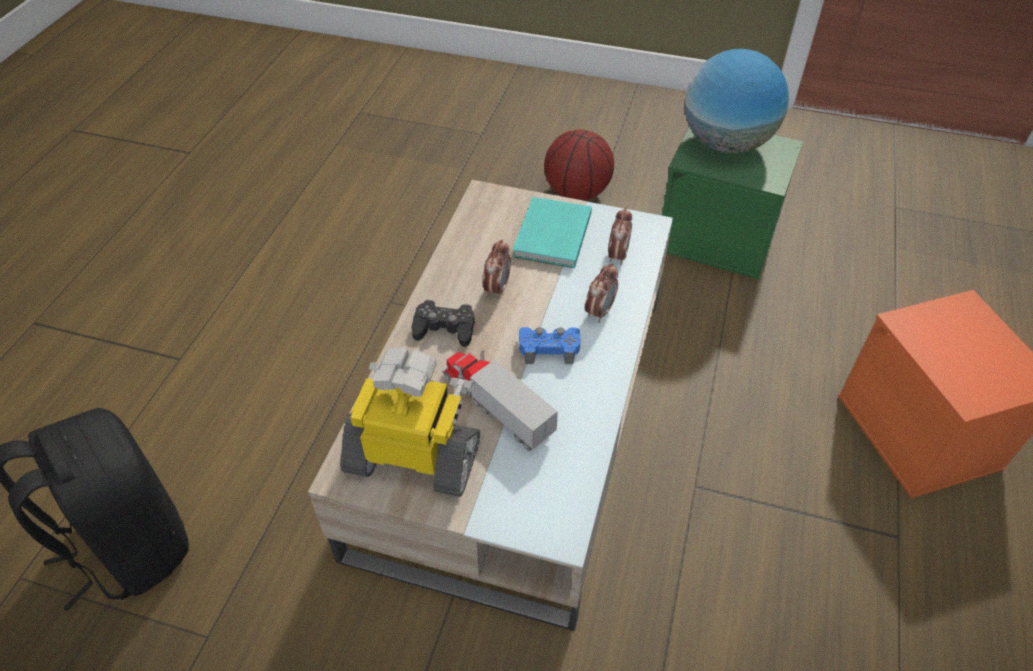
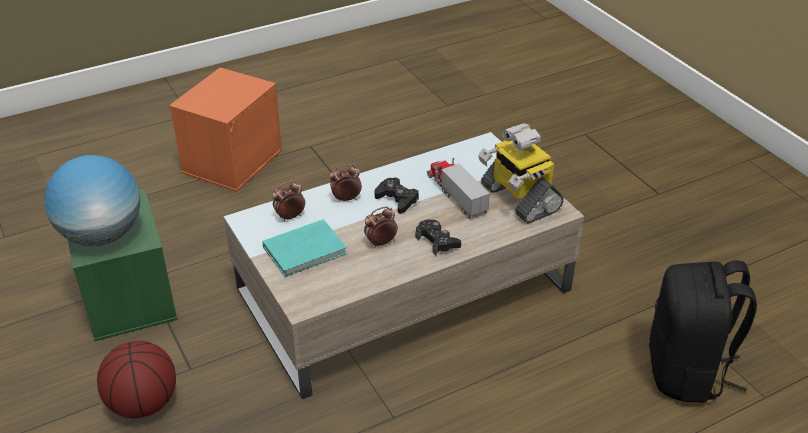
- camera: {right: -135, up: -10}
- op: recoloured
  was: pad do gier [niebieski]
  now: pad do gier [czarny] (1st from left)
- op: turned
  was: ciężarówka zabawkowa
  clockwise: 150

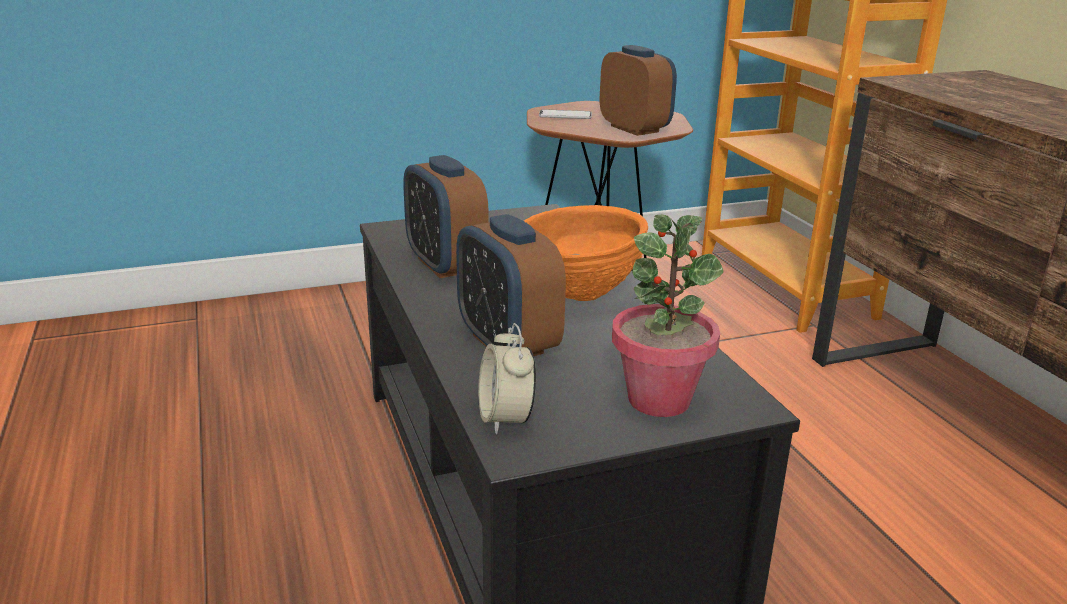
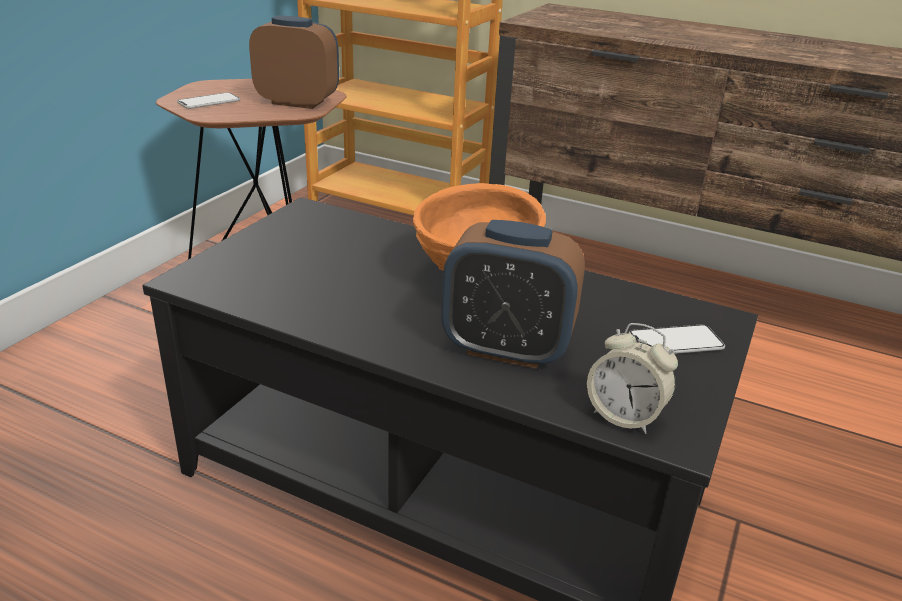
- camera: {right: -45, up: 5}
- op: removed
  was: budzik (1st from left)
- op: replaced
  was: roślina doniczkowa
  now: telefon (2nd from left)

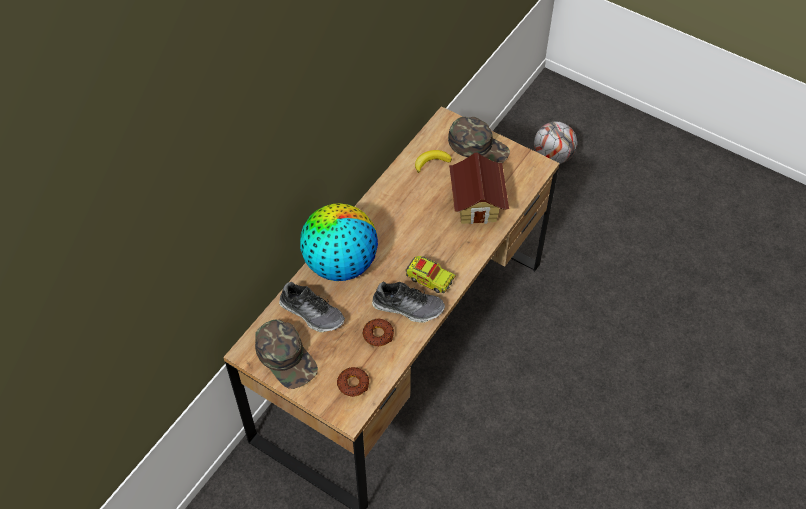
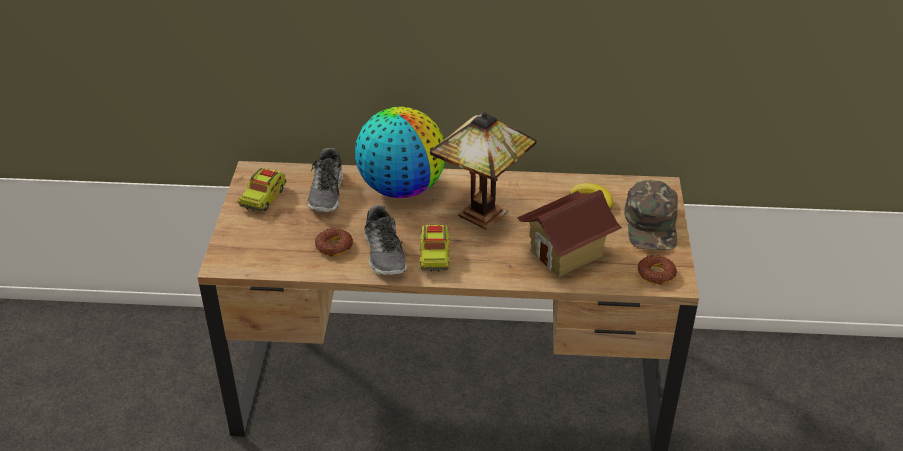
- camera: {right: 60, up: -15}
- op: removed
  was: piłka futbolowa
- op: added
  now: lampa stołowa
- op: moved
  was: donut (1st from left in the first image)
  now: donut (2nd from left)
- op: replaced
  was: czapka z daszkiem [zielony] (1st from left)
  now: ciężarówka zabawkowa (1st from left)

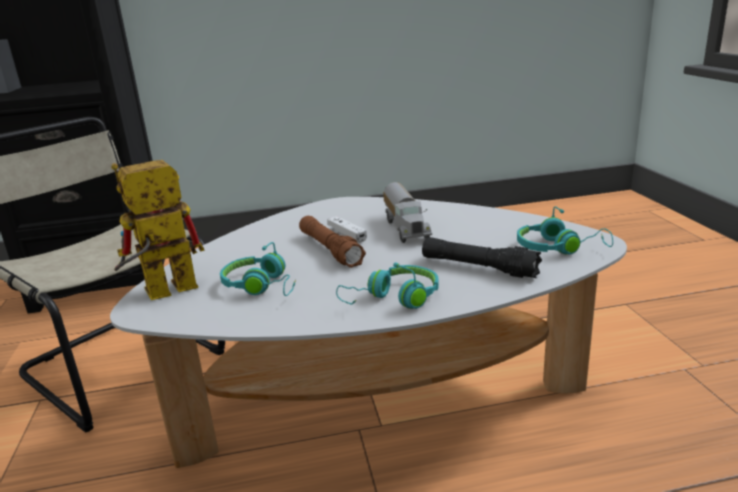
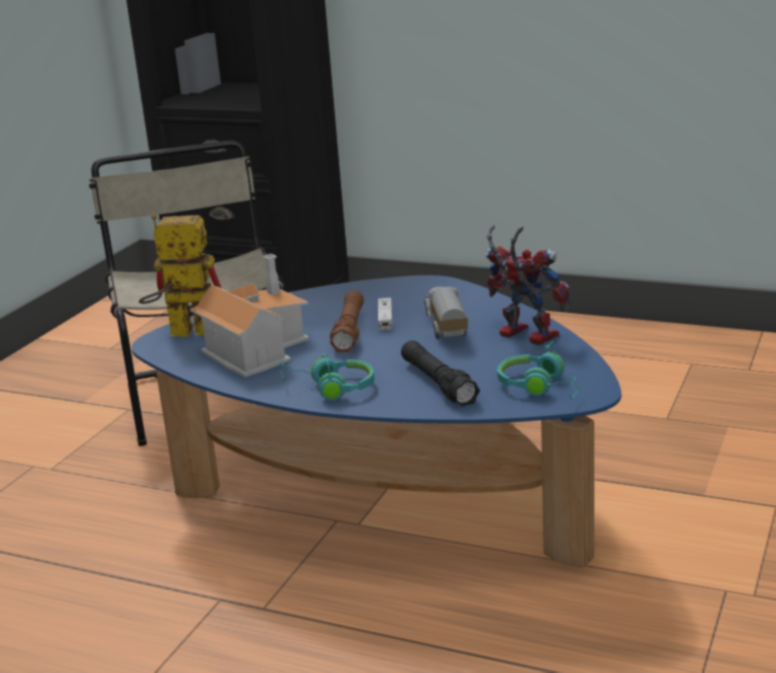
- camera: {right: 35, up: 0}
- op: added
  now: robot zabawkowy (2nd from left)
- op: replaced
  was: słuchawki [turkusowy] (1st from left)
  now: domek
- op: recoloured
  was: ława [biały]
  now: ława [niebieski]
- op: turned
  was: ciężarówka zabawkowa
  clockwise: 150

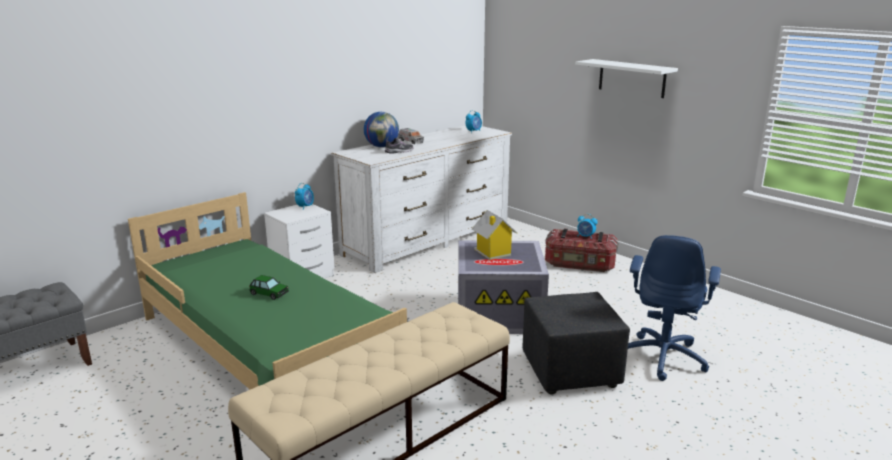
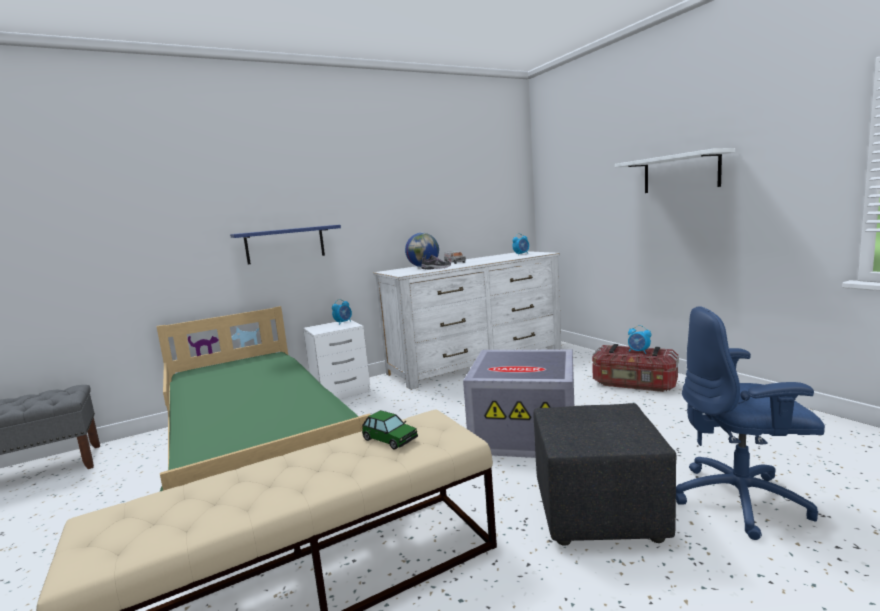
- camera: {right: 15, up: -10}
- op: removed
  was: domek
- op: added
  now: półka [niebieski]
- op: moved
  was: samochodzik
- op: turned
  was: krzesło biurowe [niebieski]
  clockwise: 60

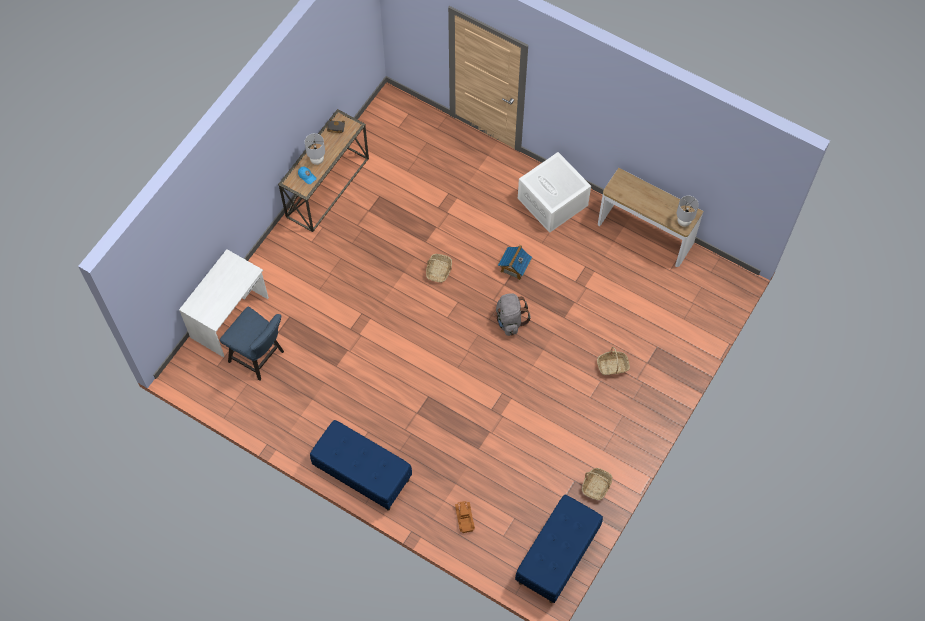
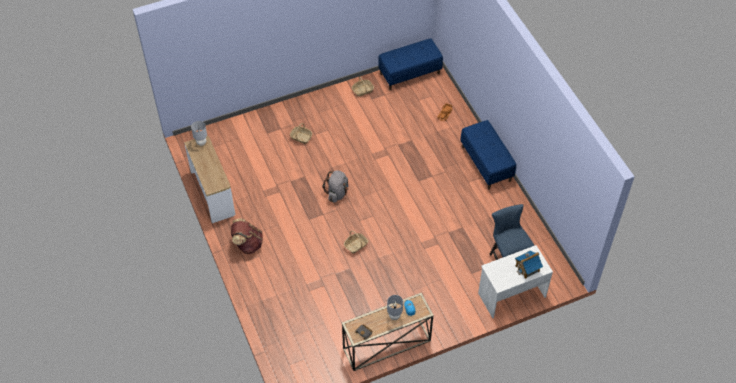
- camera: {right: -145, up: -10}
- op: moved
  was: domek
- op: replaced
  was: pojemnik do przechowywania [biały]
  now: plecak [brązowy]

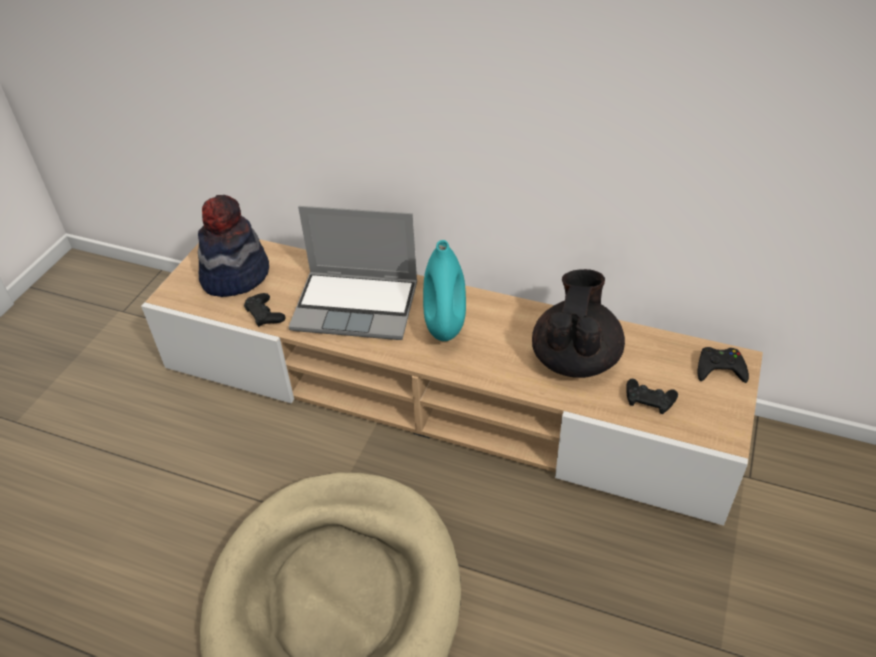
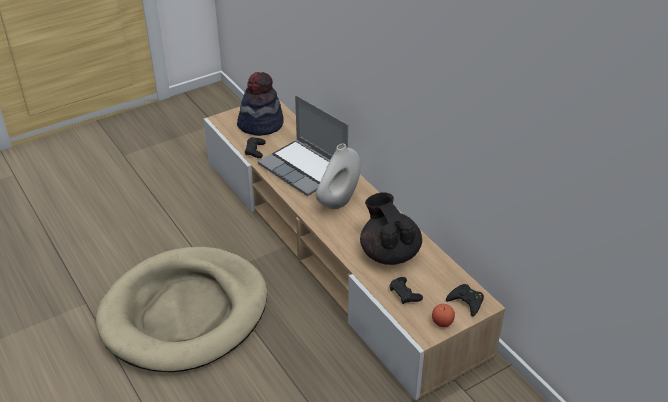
- camera: {right: 35, up: -5}
- op: added
  now: jabłko
- op: recoloured
  was: wazon [turkusowy]
  now: wazon [biały]
- op: turned
  was: imbryk [czarny]
  clockwise: -75

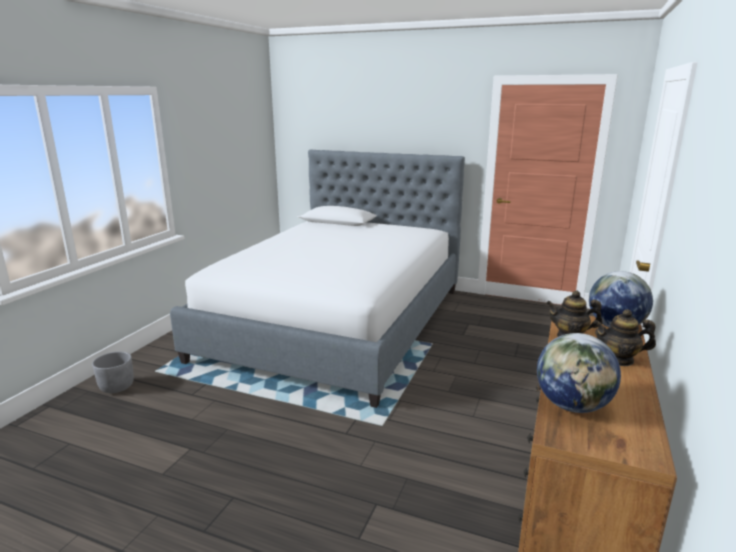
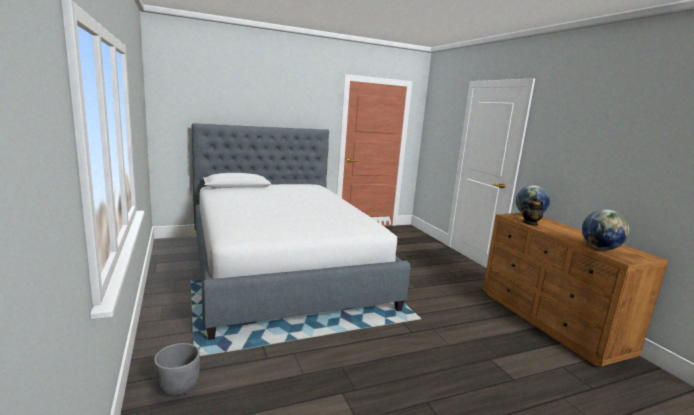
- camera: {right: -45, up: -5}
- op: removed
  was: imbryk (2nd from left)

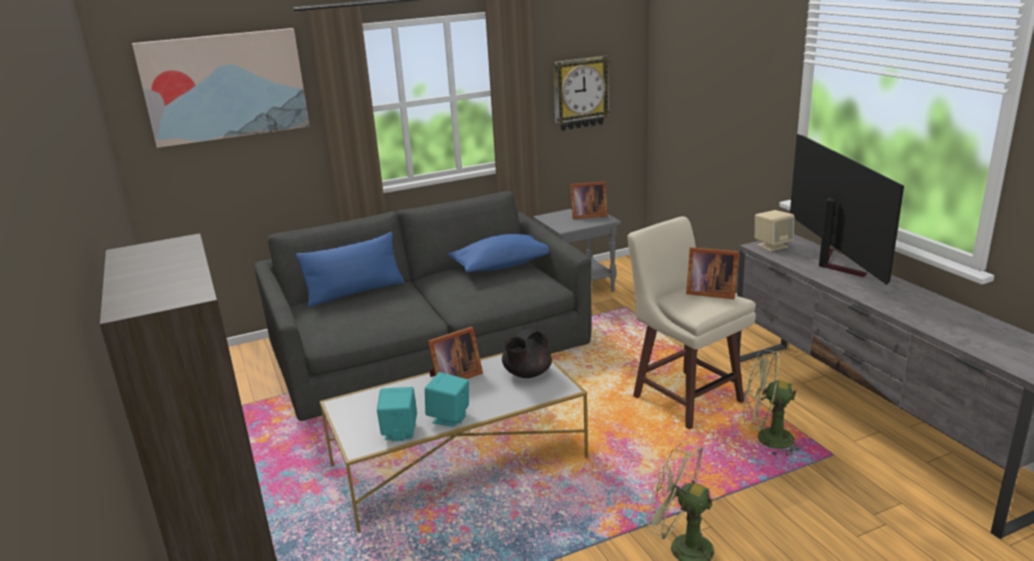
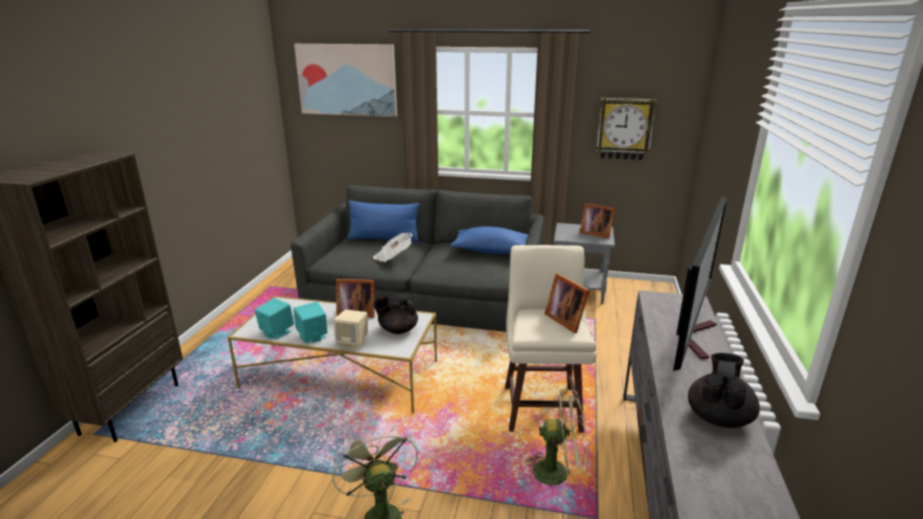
- camera: {right: 35, up: 0}
- op: added
  now: gazeta
- op: added
  now: imbryk [czarny] (2nd from left)
- op: moved
  was: głośnik [beżowy]
- op: turned
  was: wentylator [zielony] (2nd from left)
  clockwise: 135

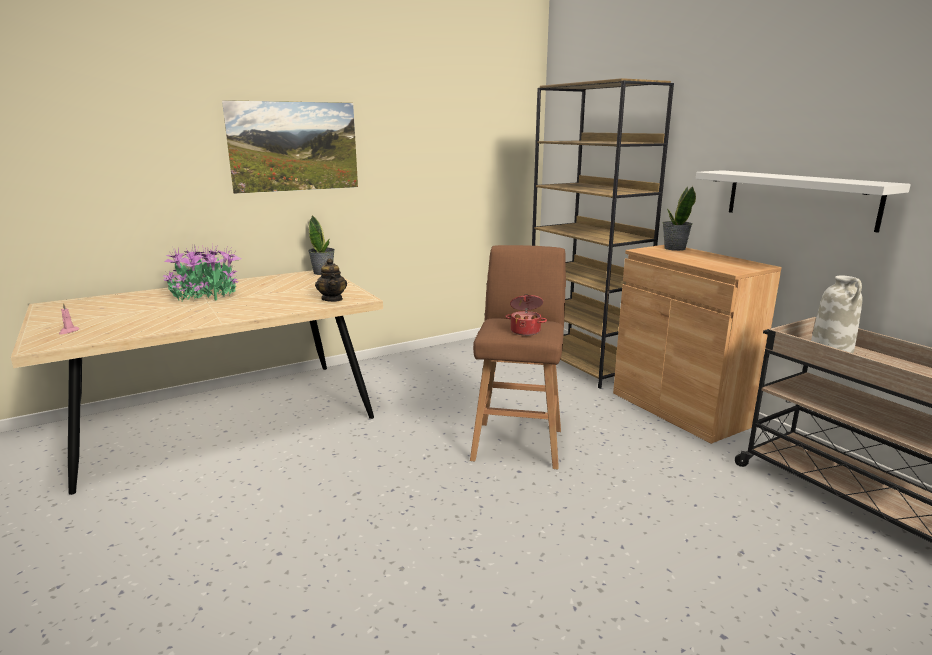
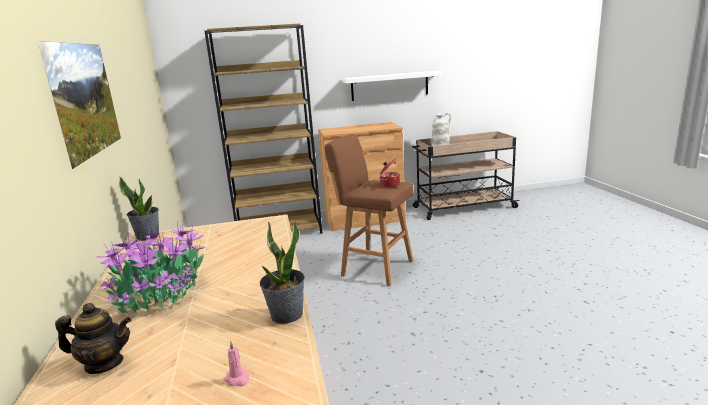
- camera: {right: -70, up: 0}
- op: moved
  was: imbryk
- op: moved
  was: roślina doniczkowa (3rd from left)

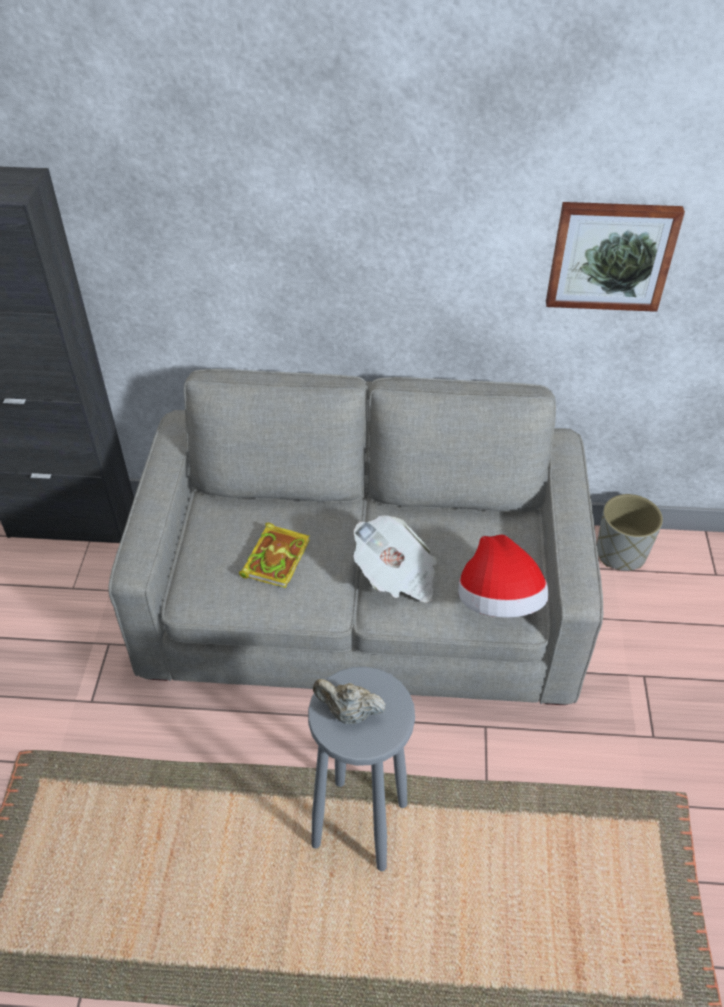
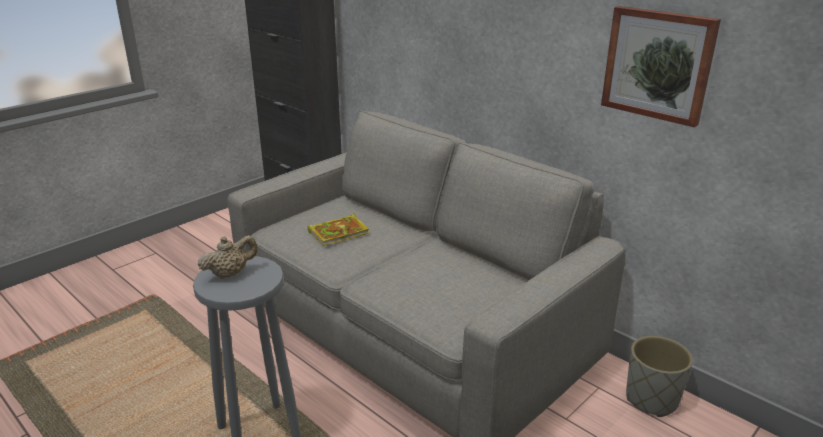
- camera: {right: 40, up: -20}
- op: removed
  was: gazeta
- op: removed
  was: kapelusz
- op: turned
  was: imbryk [beżowy]
  clockwise: 90

